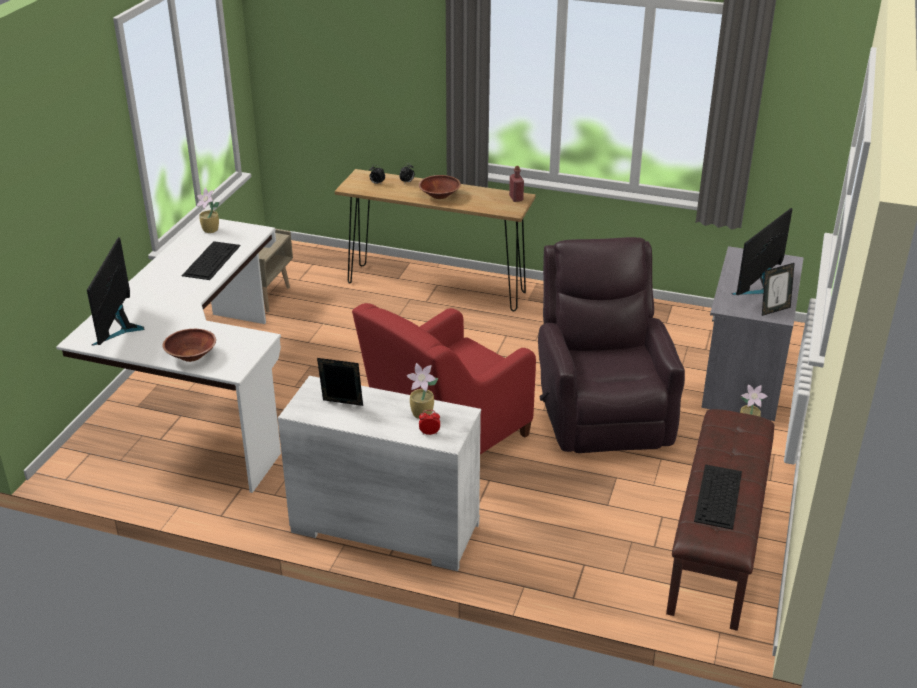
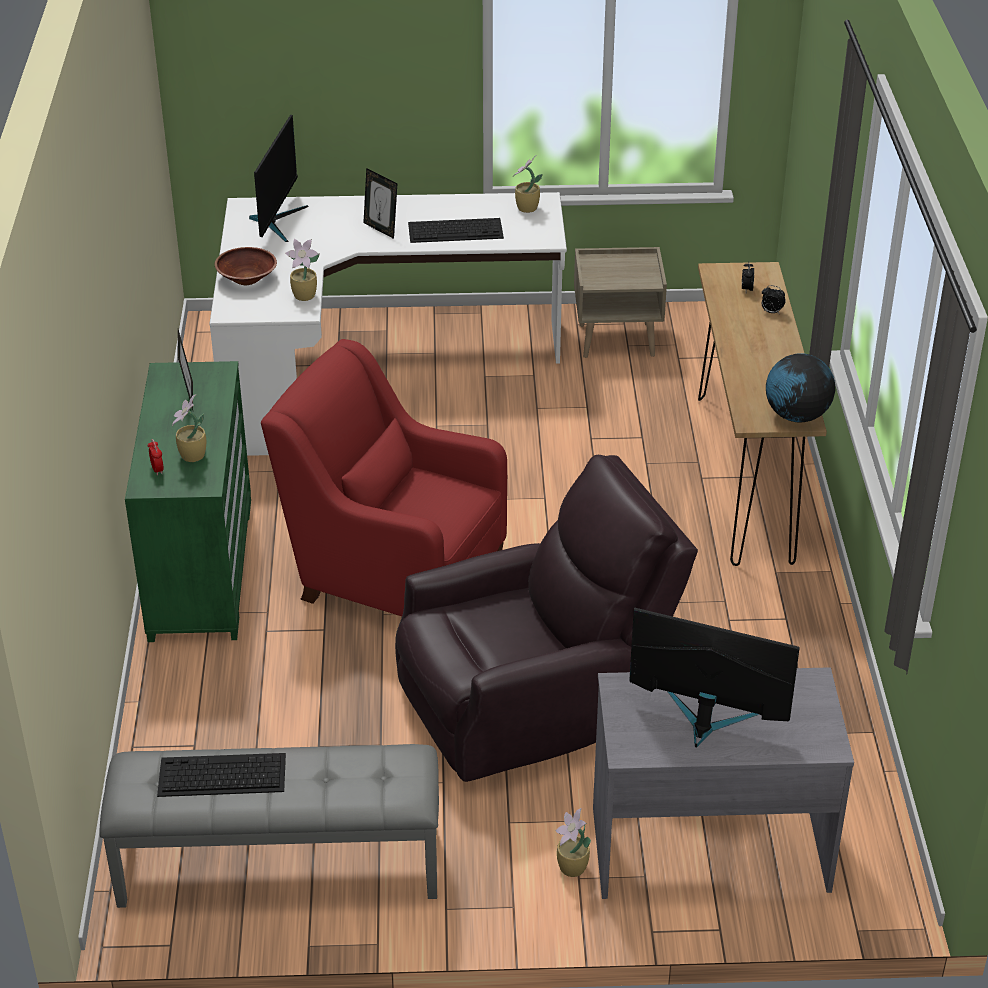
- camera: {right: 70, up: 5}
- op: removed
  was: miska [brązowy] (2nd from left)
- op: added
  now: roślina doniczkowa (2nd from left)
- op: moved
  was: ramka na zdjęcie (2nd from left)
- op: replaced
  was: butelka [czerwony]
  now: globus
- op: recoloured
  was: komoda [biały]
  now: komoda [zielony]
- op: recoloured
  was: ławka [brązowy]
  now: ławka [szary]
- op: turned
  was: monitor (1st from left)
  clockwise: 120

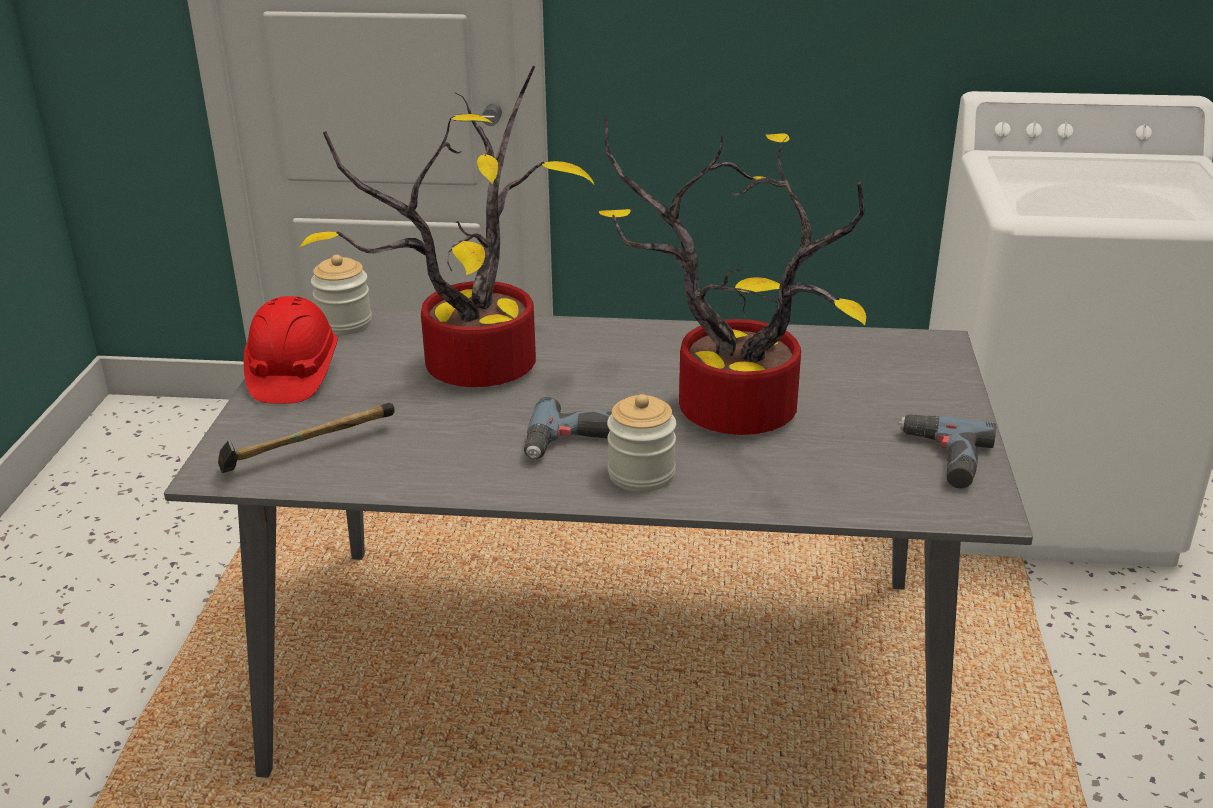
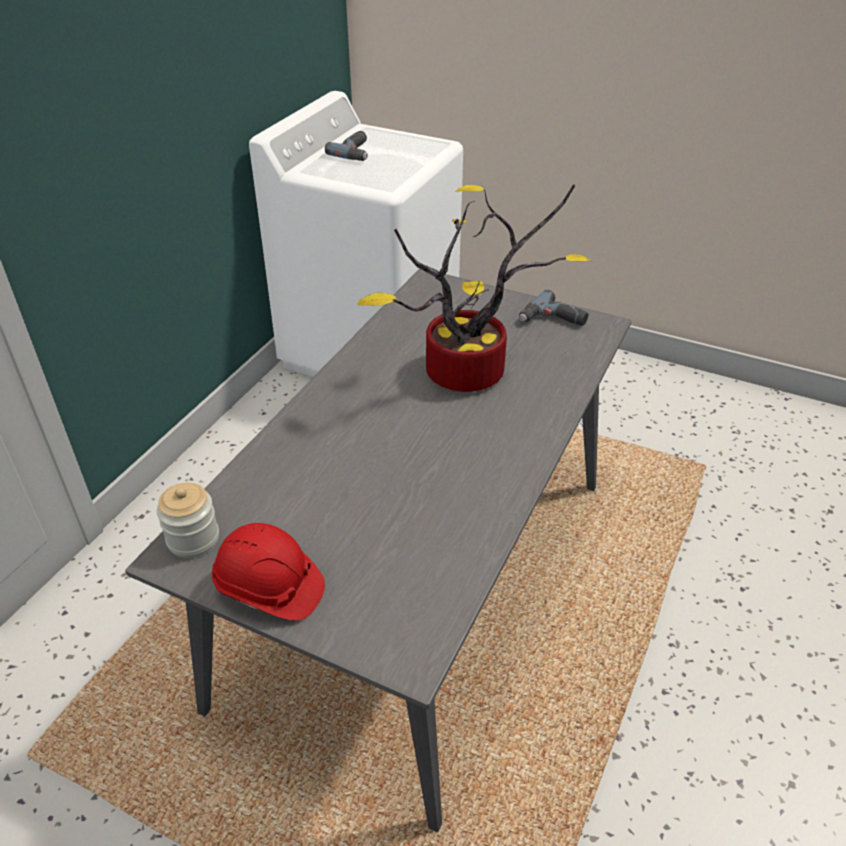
- camera: {right: -70, up: 10}
- op: removed
  was: młotek
- op: removed
  was: roślina doniczkowa (1st from left)
- op: removed
  was: słoik (2nd from left)
- op: moved
  was: wiertarka (1st from left)

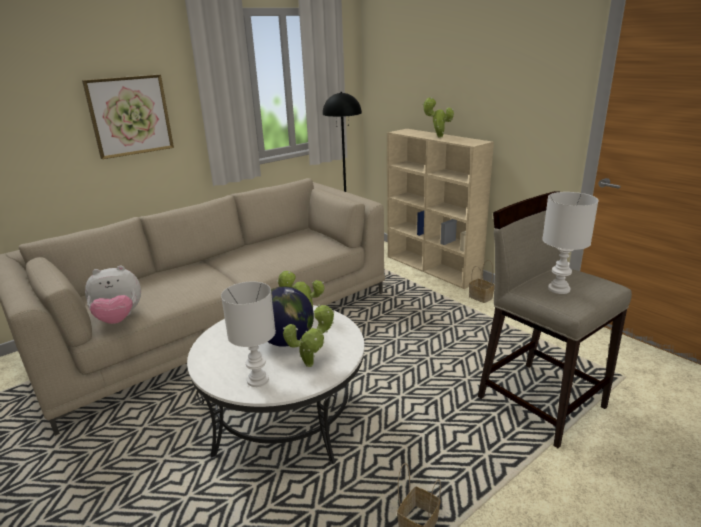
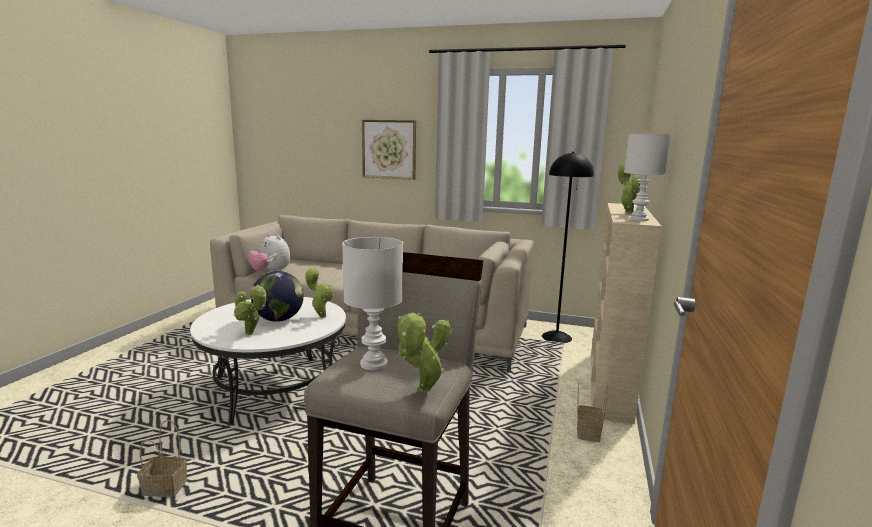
- camera: {right: 55, up: -10}
- op: added
  now: roślina doniczkowa (3rd from left)
- op: moved
  was: lampa stołowa [biały] (1st from left in the first image)
  now: lampa stołowa [biały] (2nd from left)

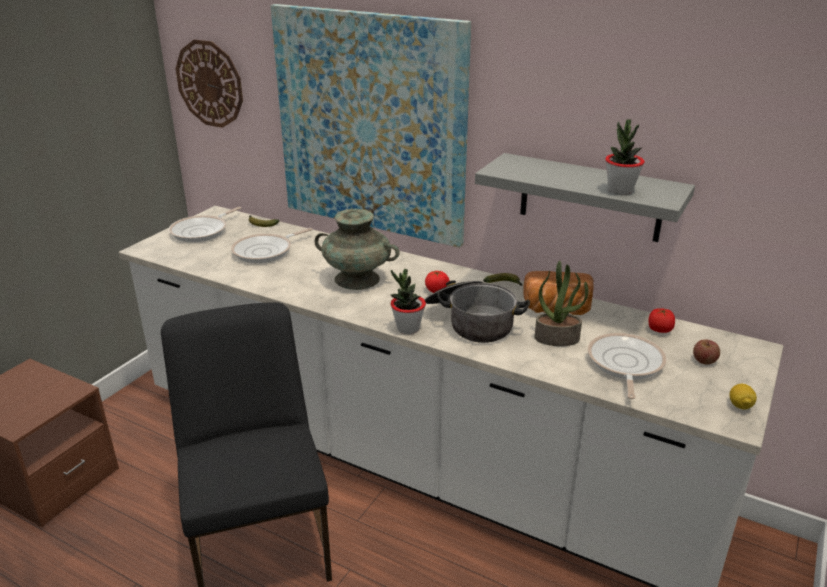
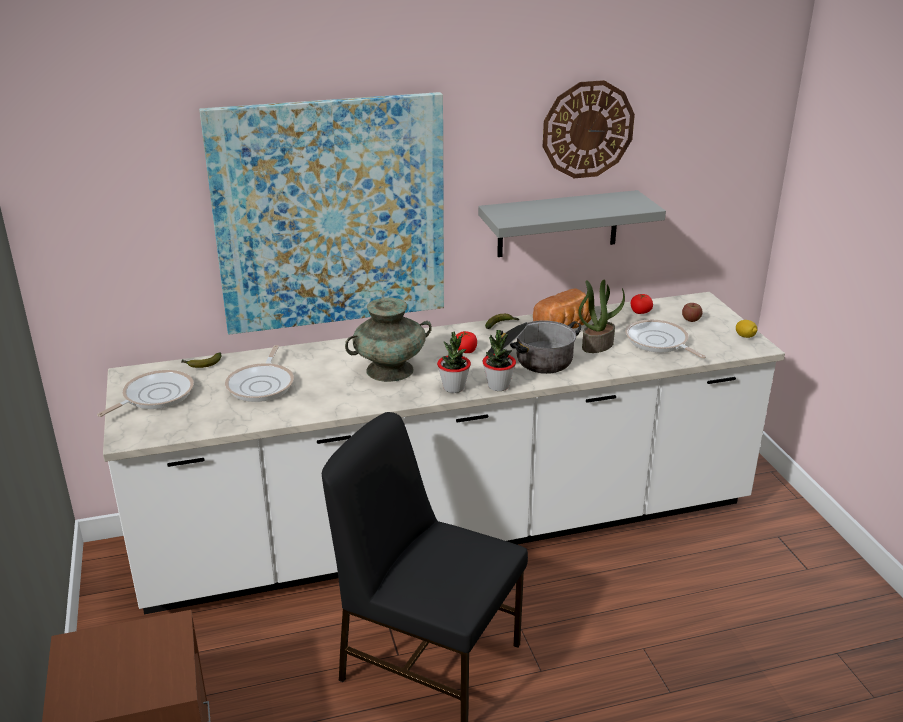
- camera: {right: -45, up: 0}
- op: moved
  was: zegar ścienny
- op: moved
  was: roślina doniczkowa (3rd from left in the first image)
  now: roślina doniczkowa (1st from left)
- op: turned
  was: patelnia (1st from left)
  clockwise: -135

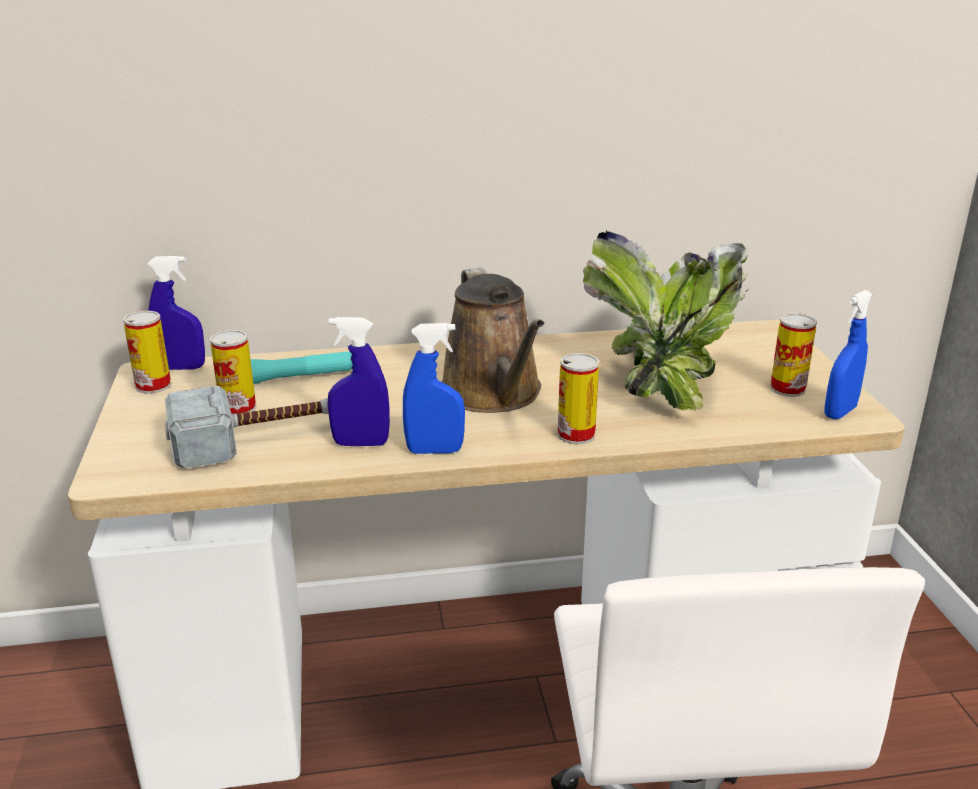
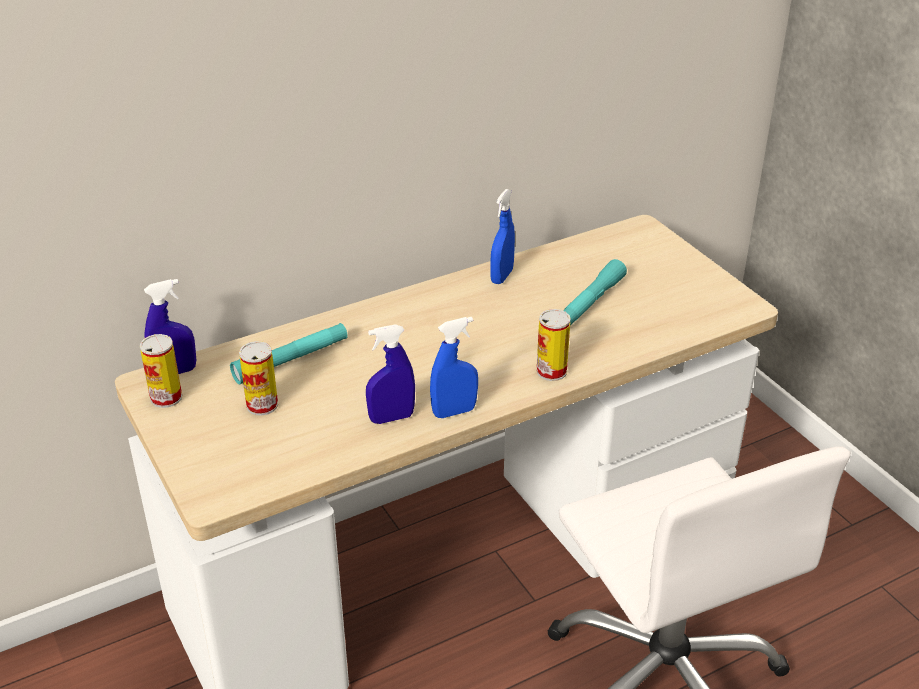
- camera: {right: -20, up: 10}
- op: removed
  was: młotek
- op: removed
  was: konewka [brązowy]
- op: removed
  was: puszka (4th from left)
- op: moved
  was: spryskiwacz [niebieski] (4th from left)
- op: replaced
  was: roślina doniczkowa
  now: latarka [turkusowy] (2nd from left)

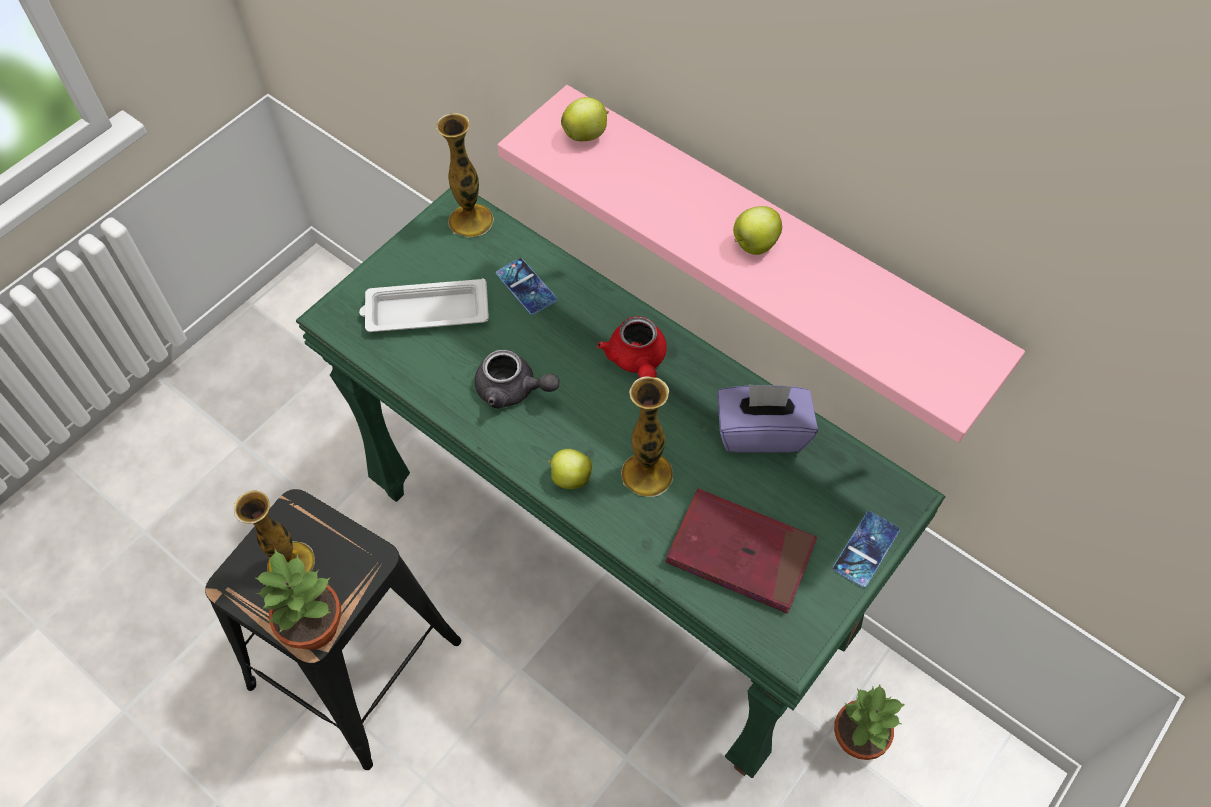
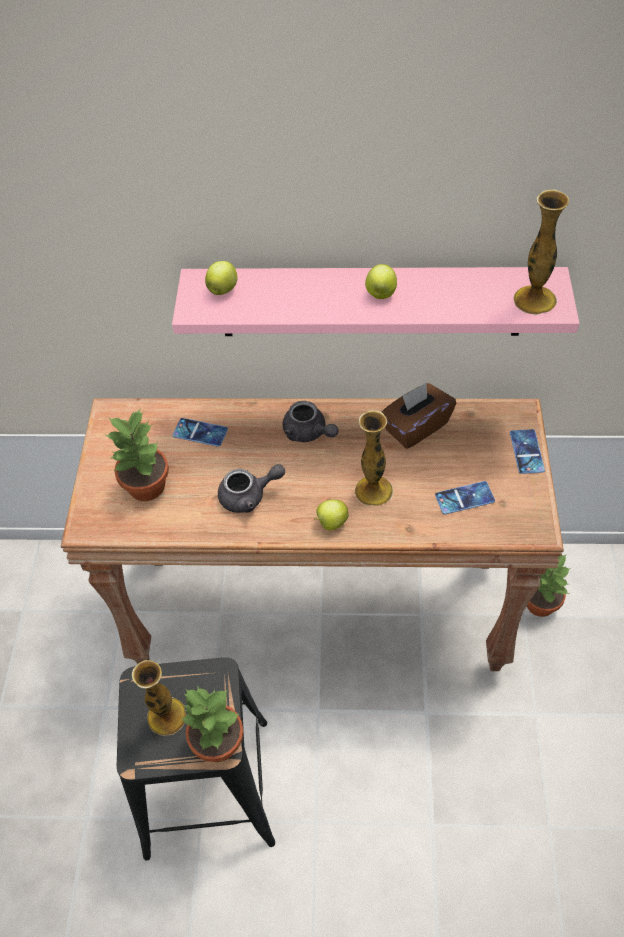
- camera: {right: -35, up: -5}
- op: moved
  was: wazon (2nd from left in the first image)
  now: wazon (3rd from left)
- op: replaced
  was: taca [biały]
  now: roślina doniczkowa (1st from left)
- op: replaced
  was: książka [czerwony]
  now: telefon (2nd from left)
- op: recoloured
  was: stolik konsolowy [zielony]
  now: stolik konsolowy [brązowy]
- op: recoloured
  was: imbryk [czerwony]
  now: imbryk [szary] (2nd from left)
- op: recoloured
  was: pudełko chusteczek [fioletowy]
  now: pudełko chusteczek [brązowy]

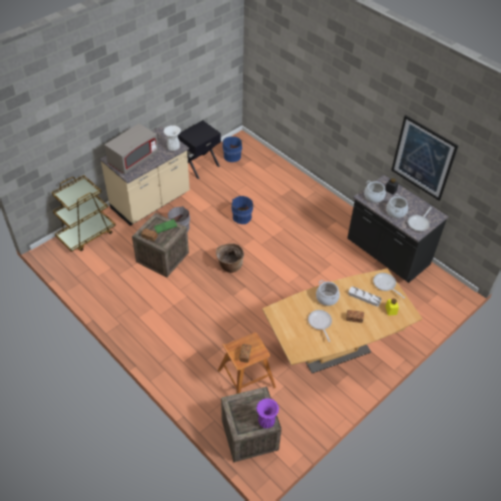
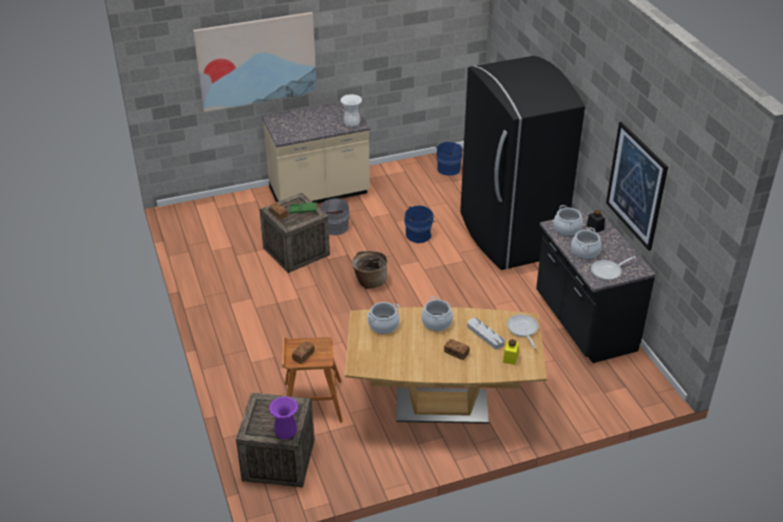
- camera: {right: 25, up: -10}
- op: removed
  was: wózek [brązowy]
- op: removed
  was: mikrofalówka [szary]
- op: removed
  was: szafka nocna [czarny]
- op: removed
  was: patelnia (1st from left)
- op: added
  now: obraz (1st from left)
- op: added
  now: garnek (1st from left)
- op: added
  now: lodówka [czarny]

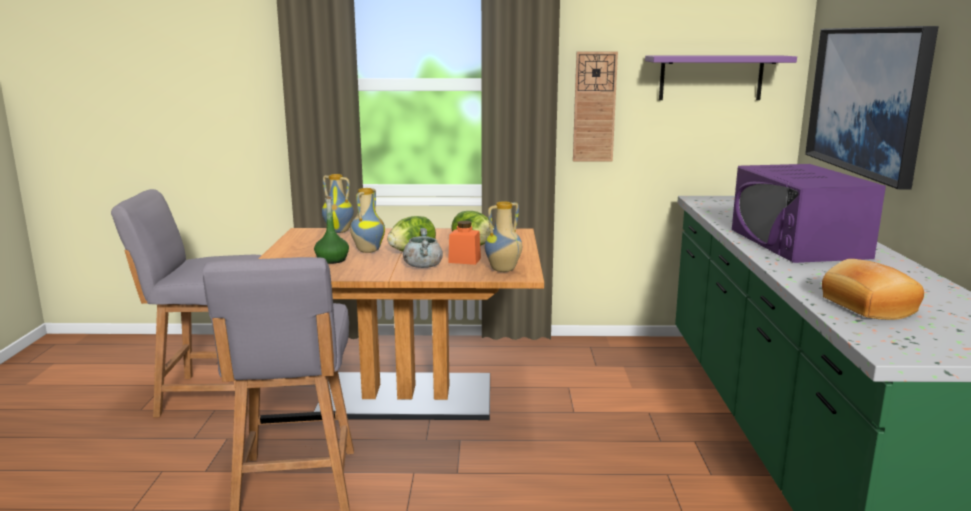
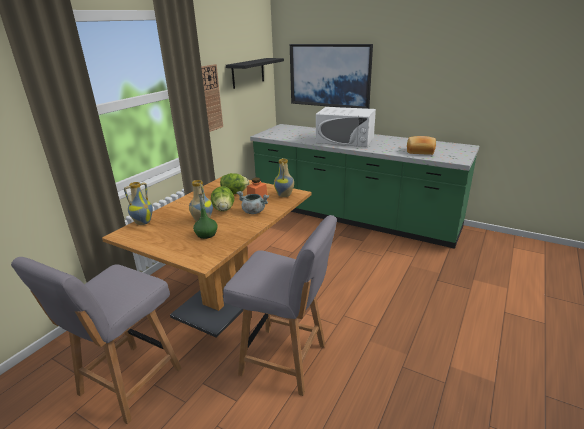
- camera: {right: -60, up: 10}
- op: recoloured
  was: półka [fioletowy]
  now: półka [czarny]
- op: recoloured
  was: mikrofalówka [fioletowy]
  now: mikrofalówka [biały]

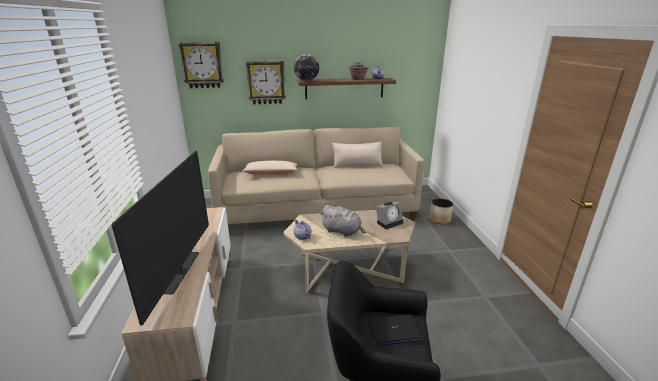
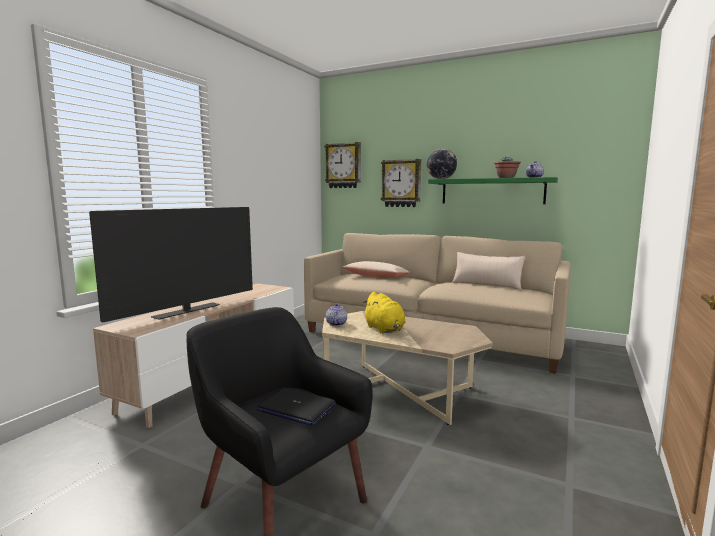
- camera: {right: 35, up: -15}
- op: removed
  was: budzik
- op: removed
  was: donica
- op: recoloured
  was: półka [brązowy]
  now: półka [zielony]
- op: recoloured
  was: pluszak [szary]
  now: pluszak [żółty]

